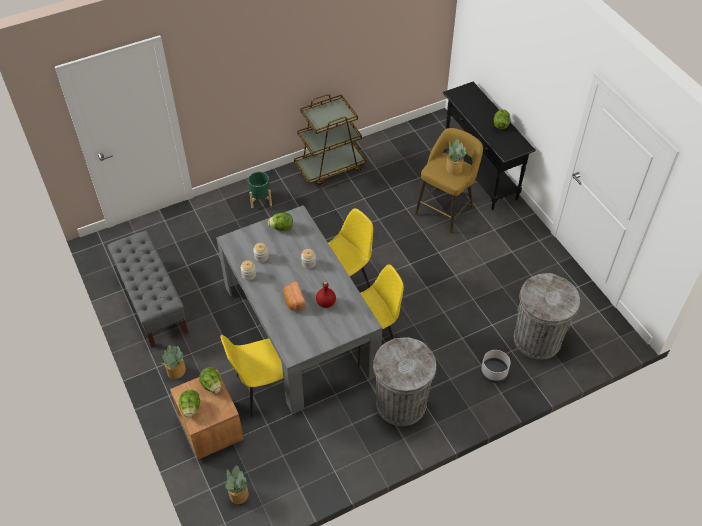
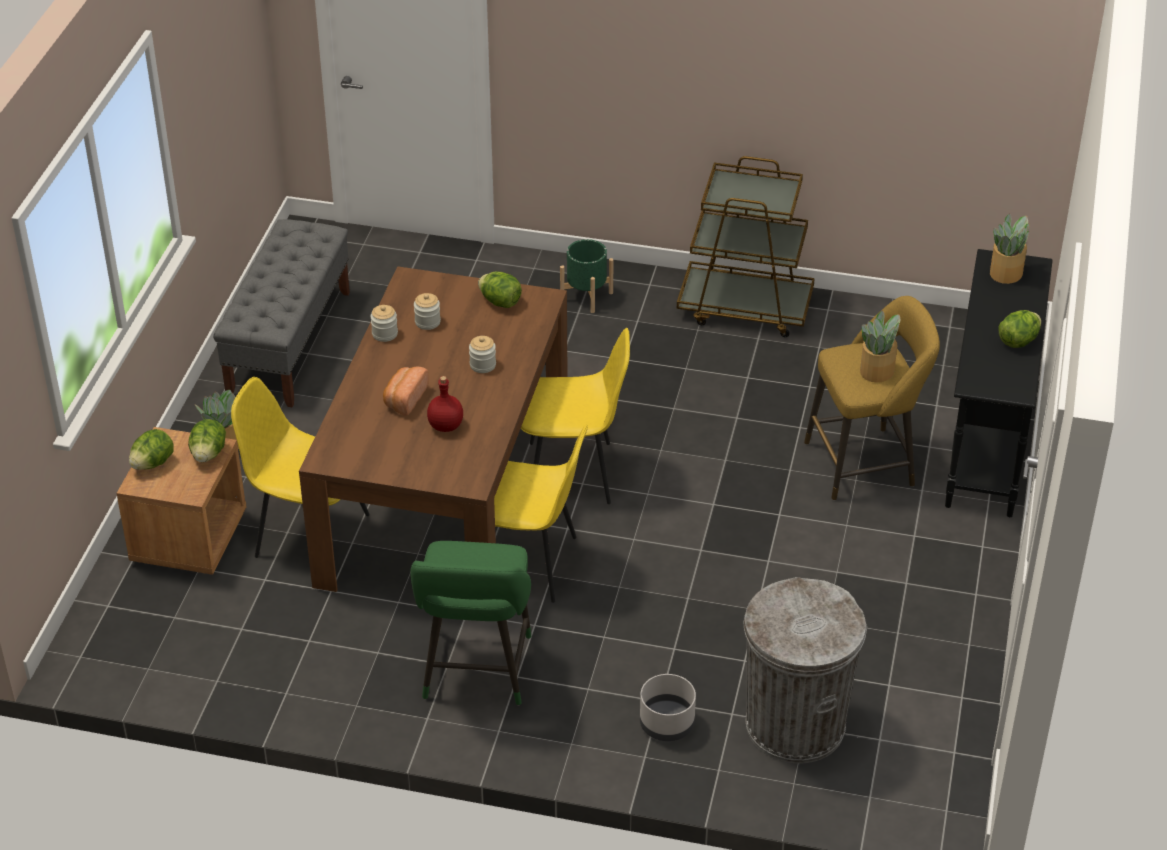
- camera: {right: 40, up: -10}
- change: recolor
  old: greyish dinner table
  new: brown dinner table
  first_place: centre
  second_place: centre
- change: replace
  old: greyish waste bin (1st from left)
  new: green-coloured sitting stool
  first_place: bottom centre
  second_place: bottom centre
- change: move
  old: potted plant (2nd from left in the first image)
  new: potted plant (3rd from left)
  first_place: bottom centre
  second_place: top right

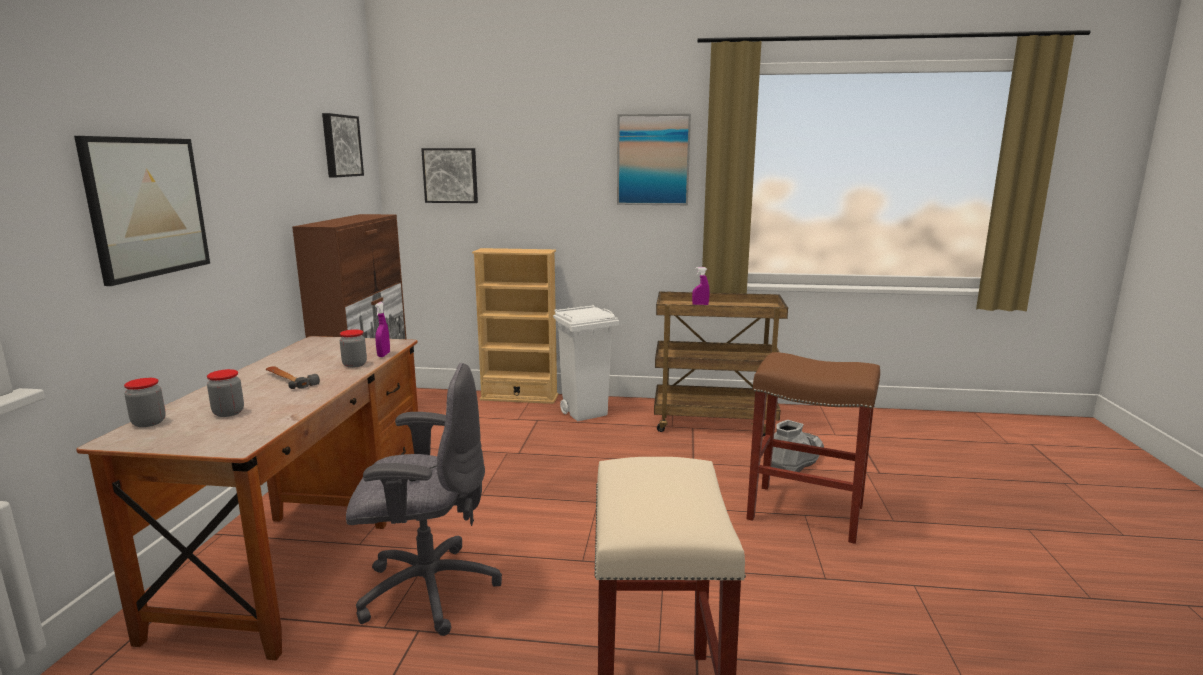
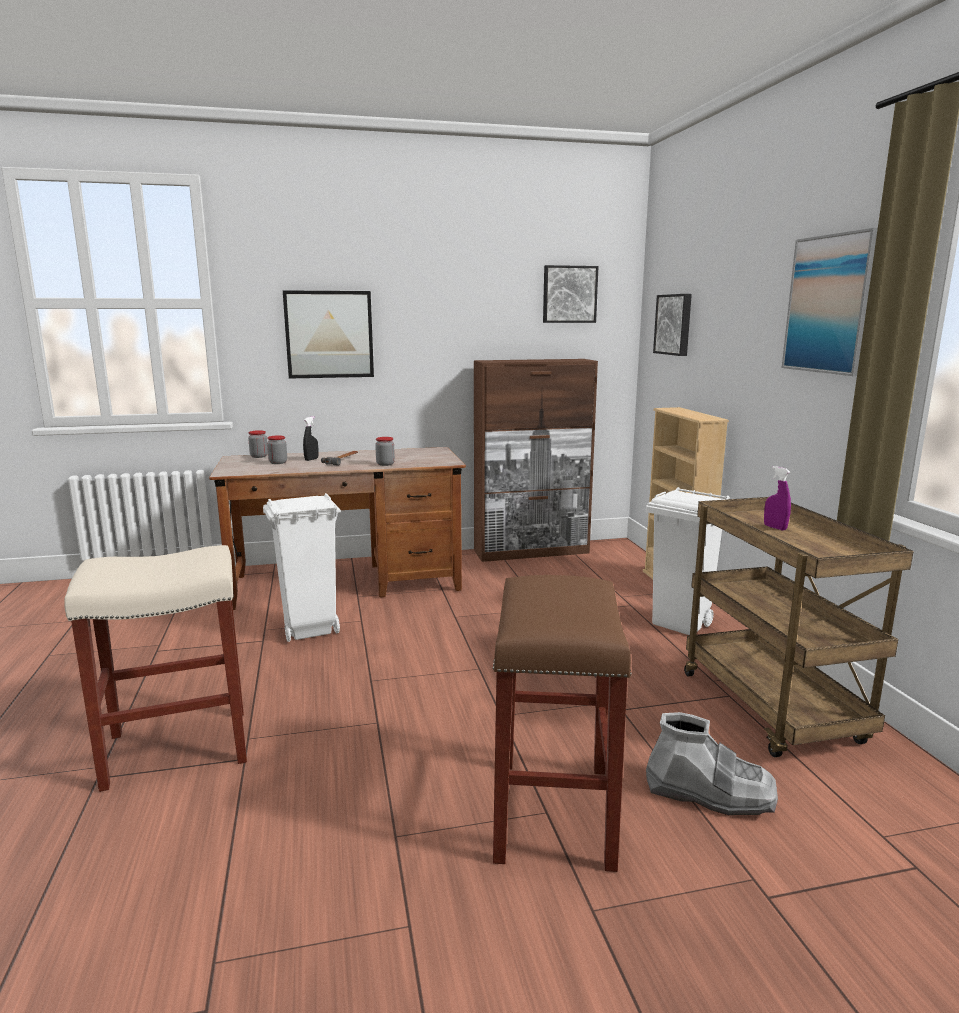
- camera: {right: 70, up: 0}
- change: replace
  old: greyish computer chair
  new: whitish waste bin (1st from left)
  first_place: bottom centre
  second_place: middle left
- change: insert
  new: blackish sprayer
  second_place: middle left
- change: delete
  old: purplish sprayer (1st from left)
  first_place: middle left

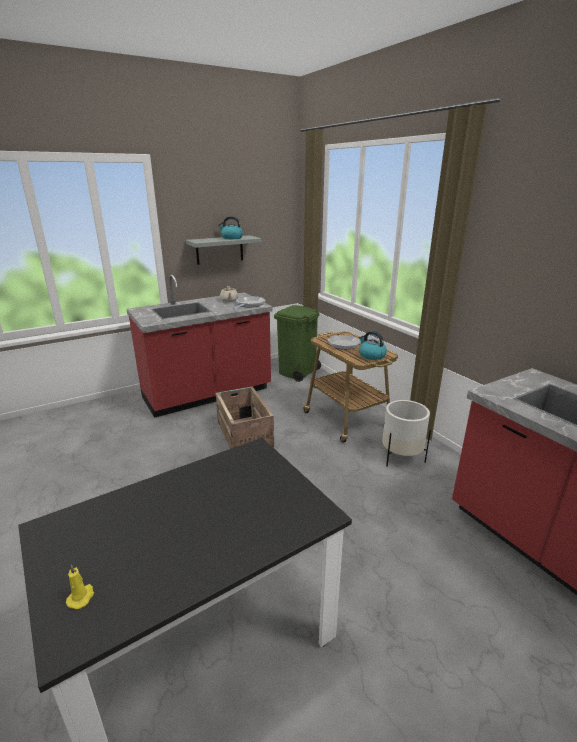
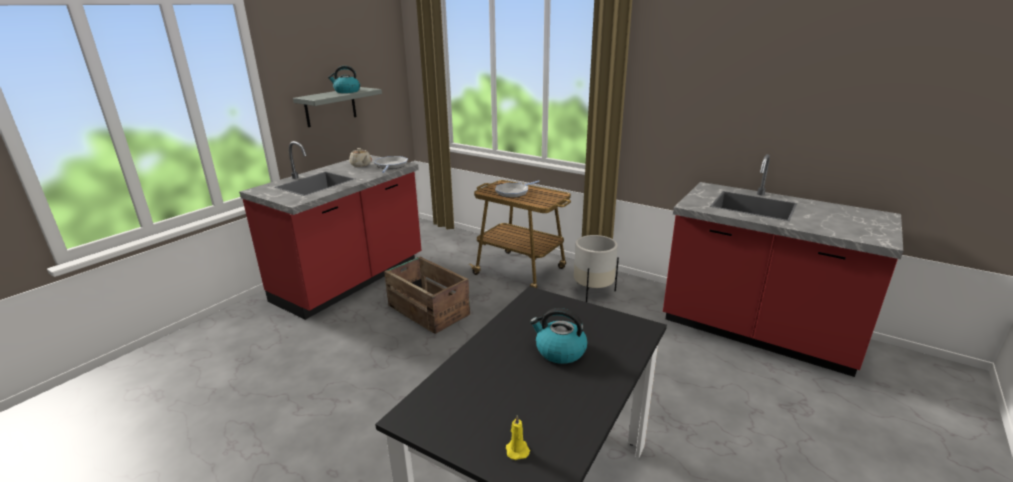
- camera: {right: -25, up: 0}
- change: move
  old: water kettle (2nd from left)
  first_place: centre
  second_place: bottom centre
- change: delete
  old: green-coloured waste bin
  first_place: centre

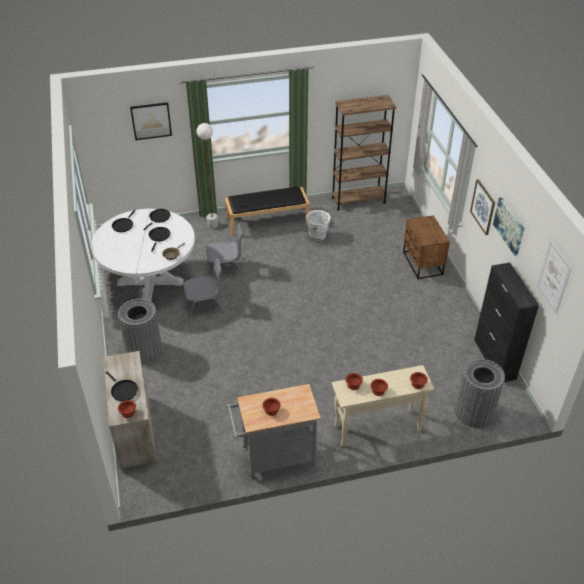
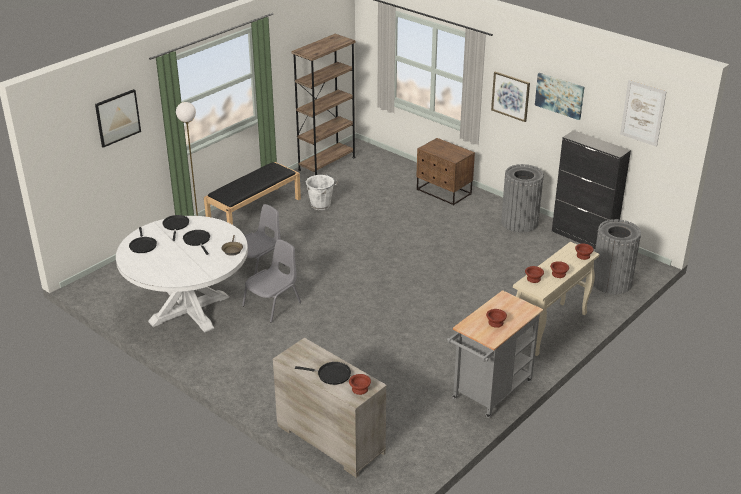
- camera: {right: -35, up: -10}
- change: move
  old: greyish waste bin (1st from left)
  first_place: middle left
  second_place: middle right

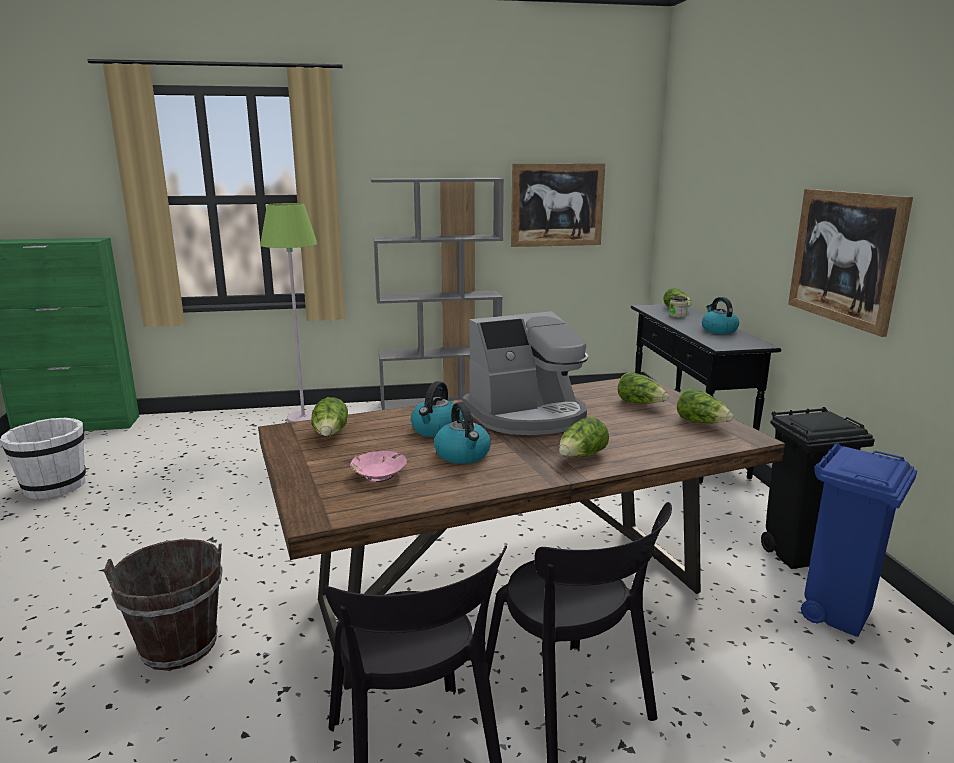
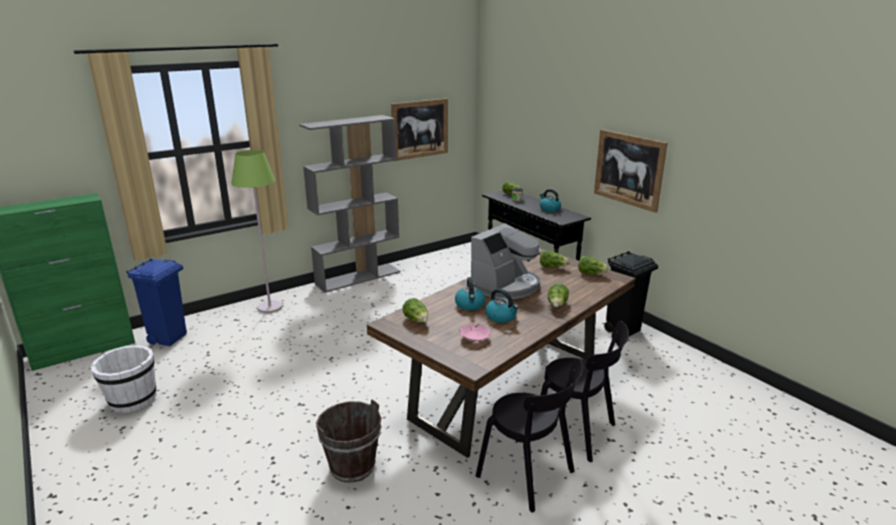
- camera: {right: -25, up: 5}
- change: move
  old: blue-coloured waste bin
  first_place: bottom right
  second_place: middle left

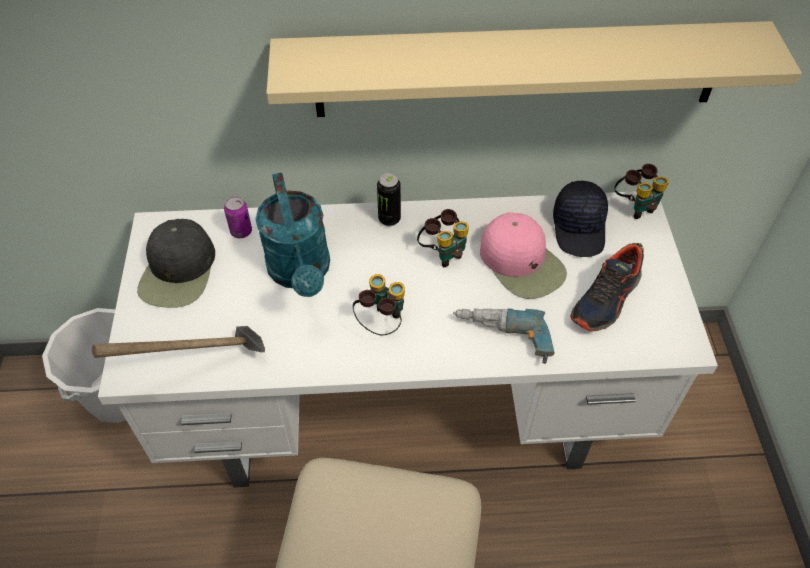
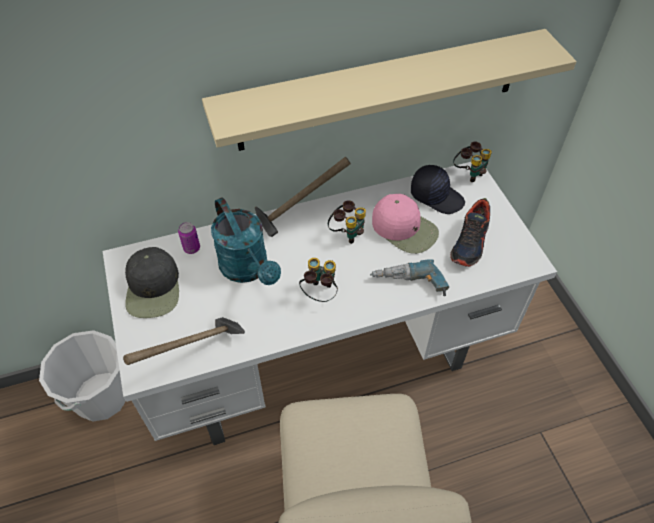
- camera: {right: -15, up: 0}
- change: replace
  old: metal can (2nd from left)
  new: hammer (2nd from left)
  first_place: centre
  second_place: centre
- change: rotate
  old: blackish peaked cap (2nd from left)
  first_place: middle right
  second_place: middle right
  degrees: -45

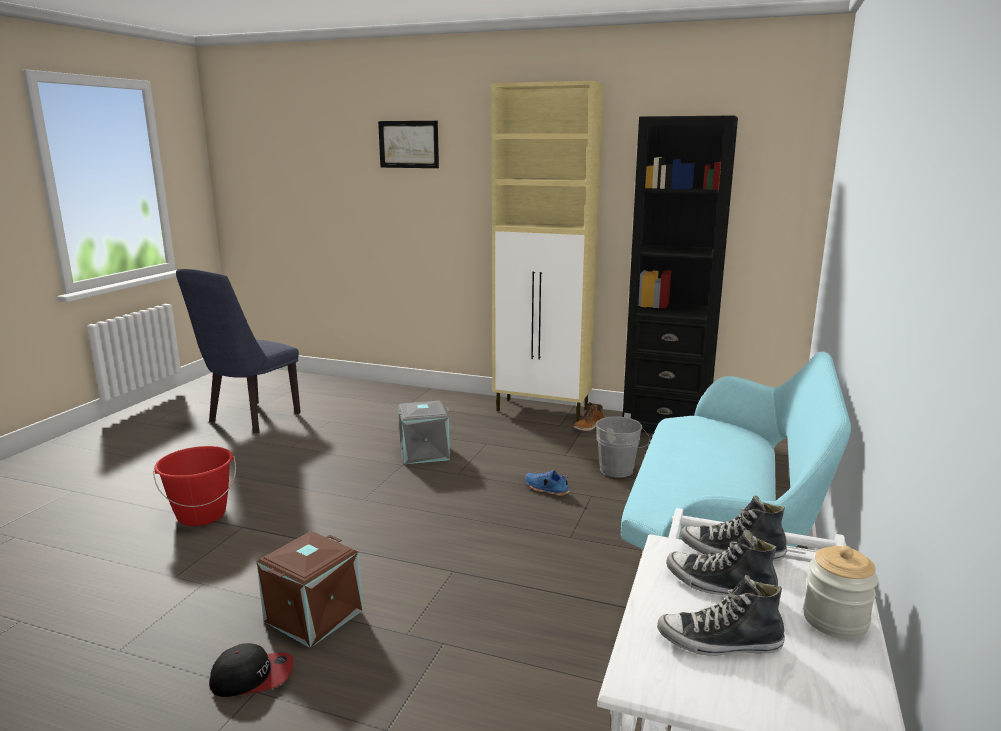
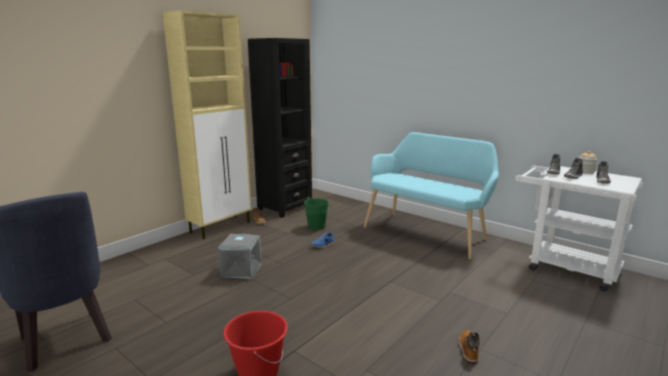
- camera: {right: -70, up: 0}
- change: recolor
  old: greyish pail
  new: green-coloured pail
  first_place: centre
  second_place: centre
- change: replace
  old: peaked cap
  new: tall boot (2nd from left)
  first_place: bottom left
  second_place: bottom right
- change: delete
  old: brown storage bin
  first_place: bottom left
- change: delete
  old: wall picture
  first_place: top centre

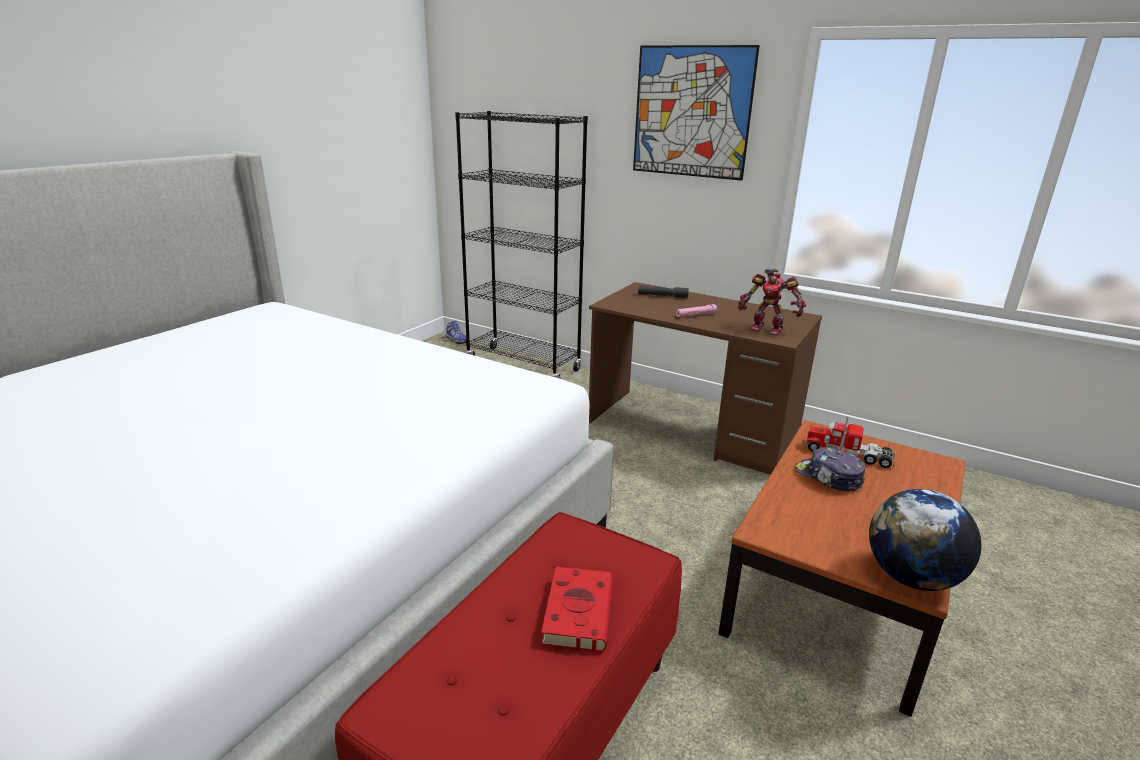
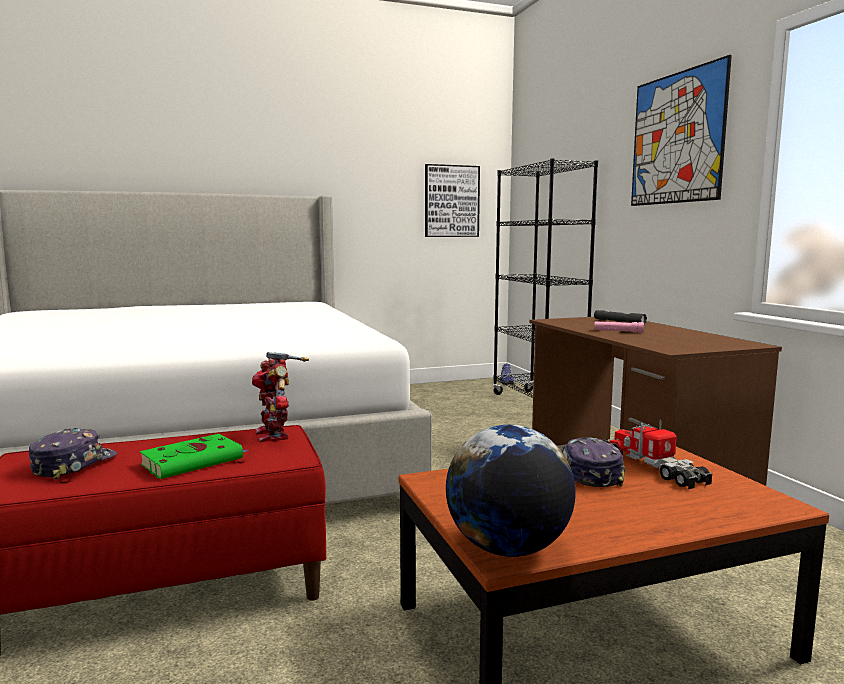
- camera: {right: 40, up: -15}
- change: insert
  new: peaked cap (1st from left)
  second_place: middle left
- change: recolor
  old: red volume
  new: green-coloured volume
  first_place: bottom centre
  second_place: bottom left
- change: move
  old: model robot
  first_place: middle right
  second_place: middle left
- change: insert
  new: wall picture (1st from left)
  second_place: top centre

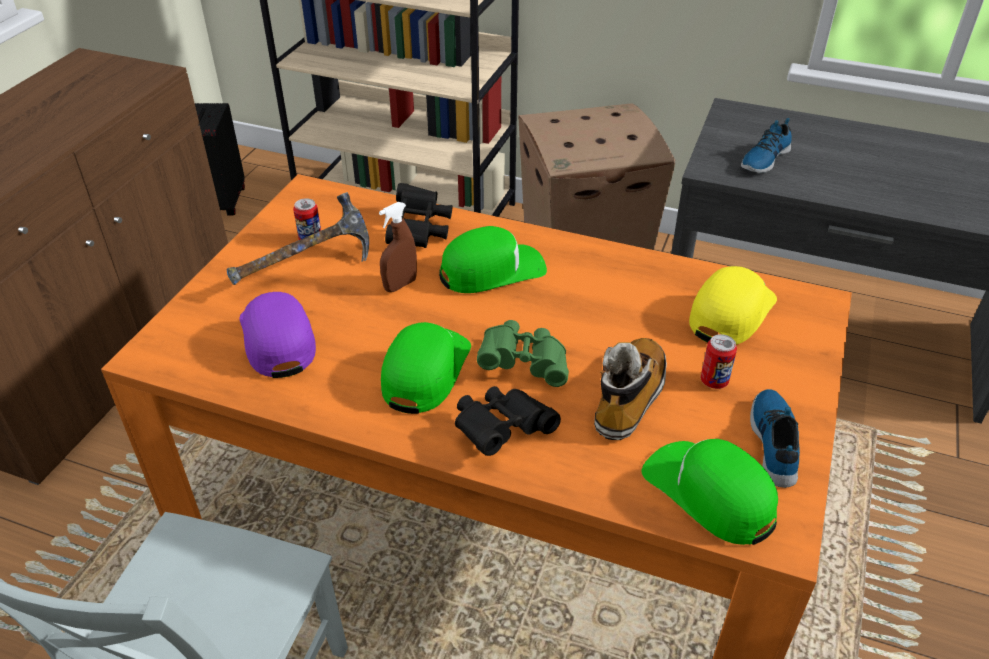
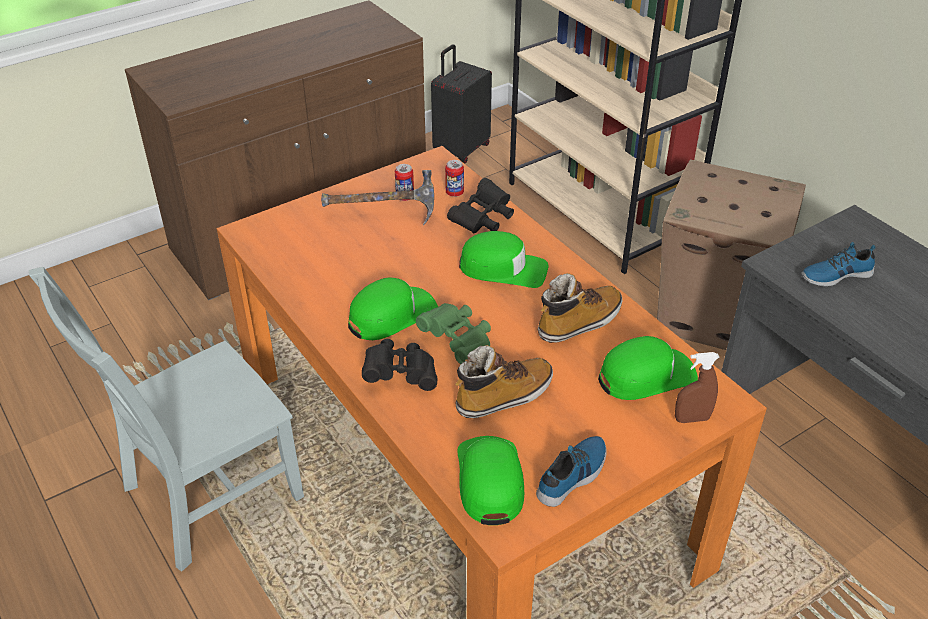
- camera: {right: 35, up: 0}
- change: move
  old: metal can (2nd from left)
  first_place: middle right
  second_place: top centre
- change: insert
  new: tall boot (2nd from left)
  second_place: centre
- change: recolor
  old: yellowish peaked cap
  new: green-coloured peaked cap (4th from left)
  first_place: middle right
  second_place: middle right
- change: move
  old: brown sprayer
  first_place: centre
  second_place: middle right
- change: delete
  old: purplish peaked cap
  first_place: middle left

